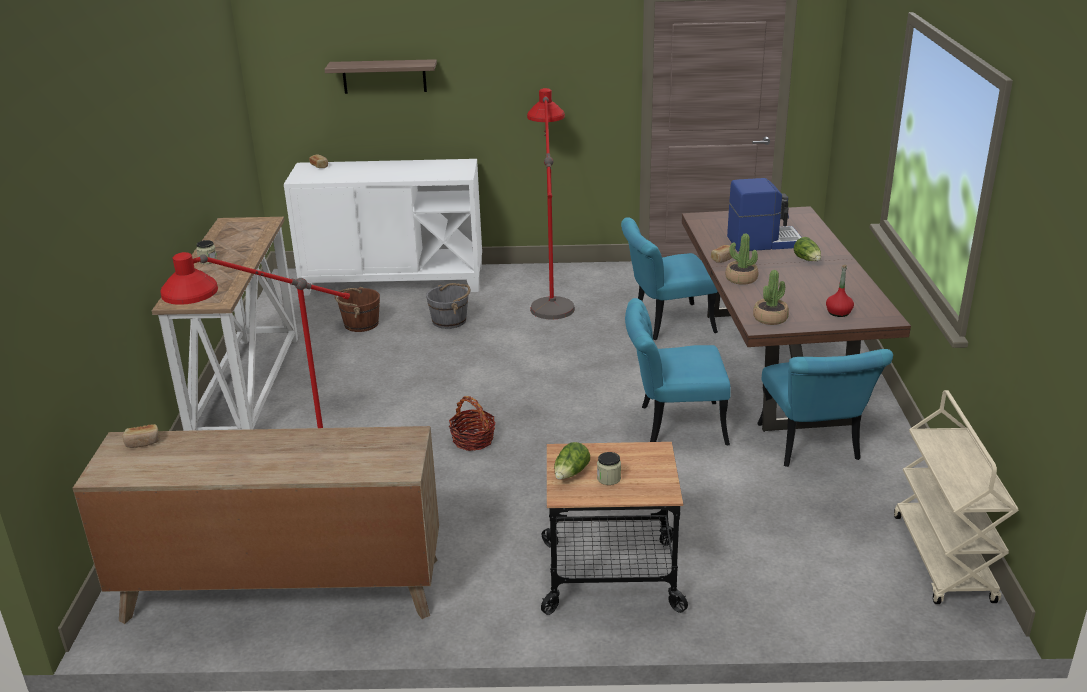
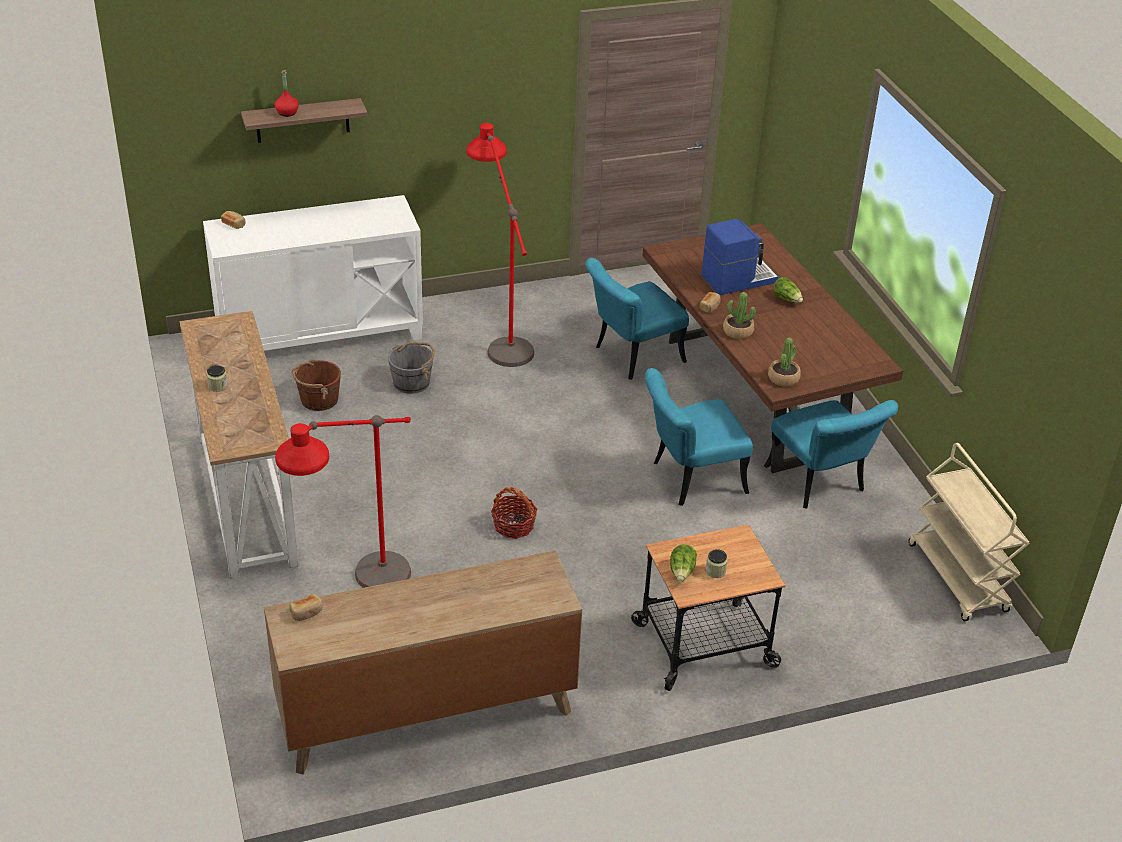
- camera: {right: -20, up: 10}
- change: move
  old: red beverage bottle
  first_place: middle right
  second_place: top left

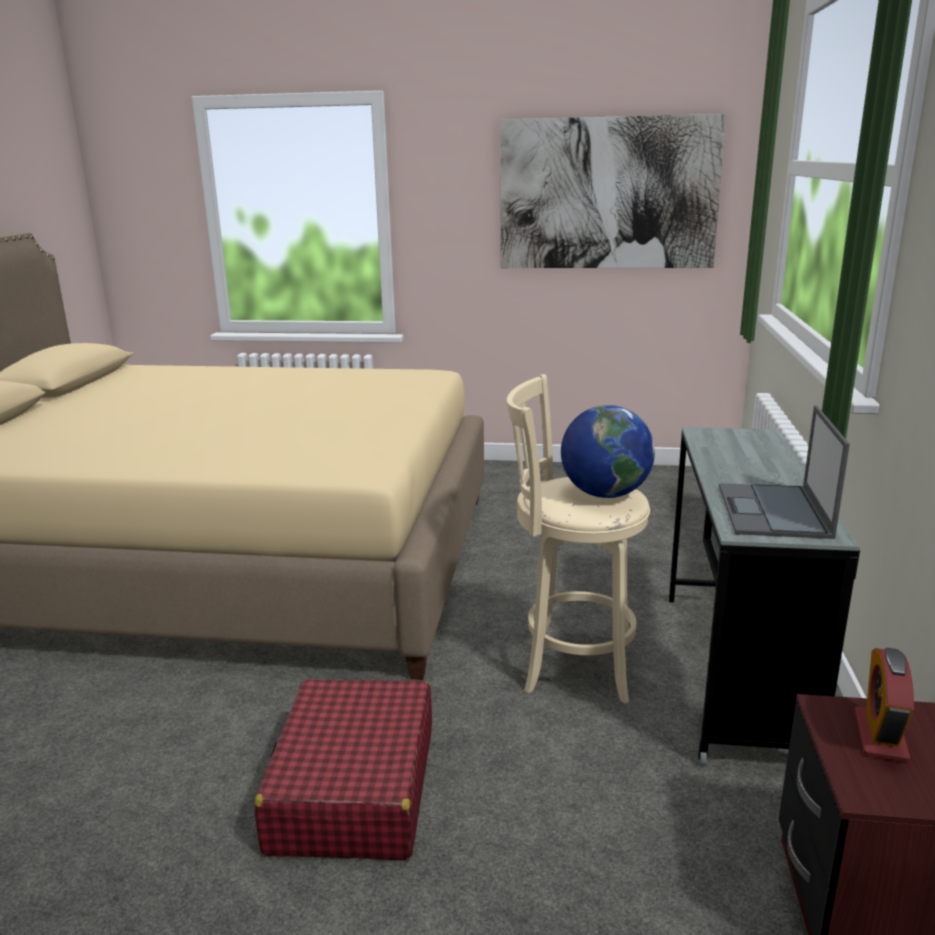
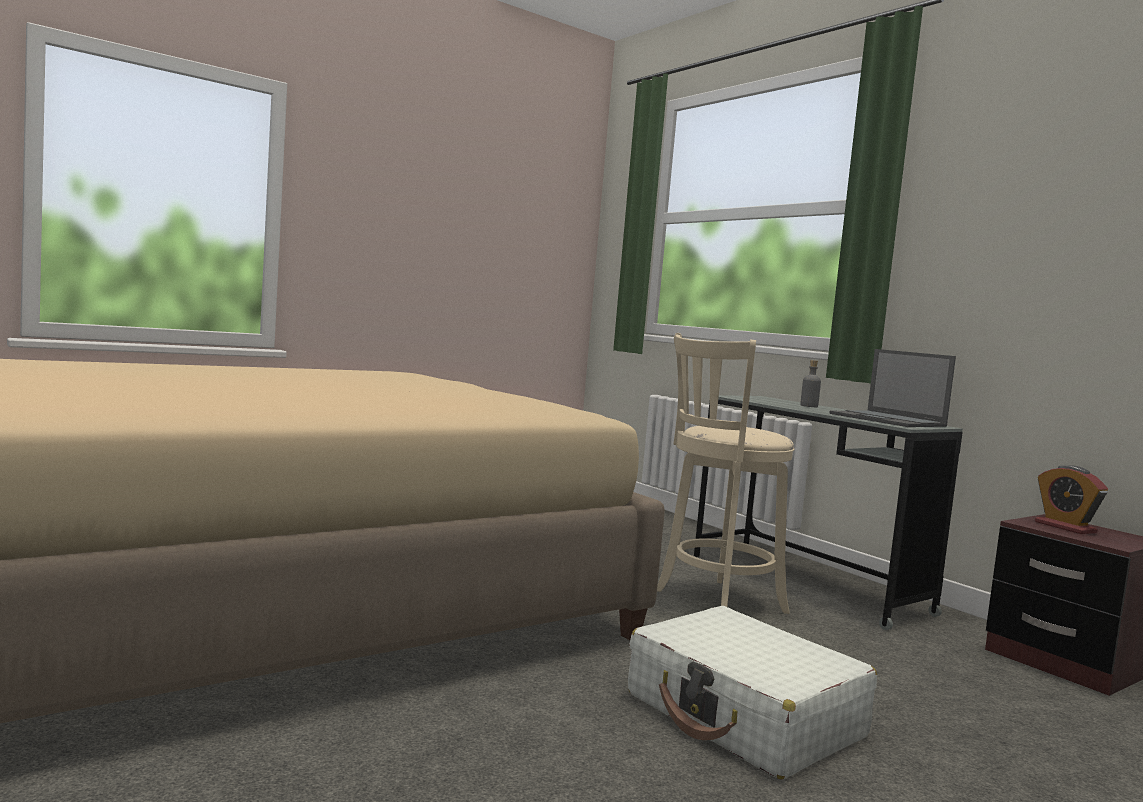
- camera: {right: -45, up: -15}
- change: recolor
  old: red piece of luggage
  new: whitish piece of luggage
  first_place: bottom centre
  second_place: bottom centre
- change: insert
  new: greyish beverage bottle
  second_place: middle right
- change: delete
  old: wall picture
  first_place: top centre
- change: delete
  old: desk globe
  first_place: centre

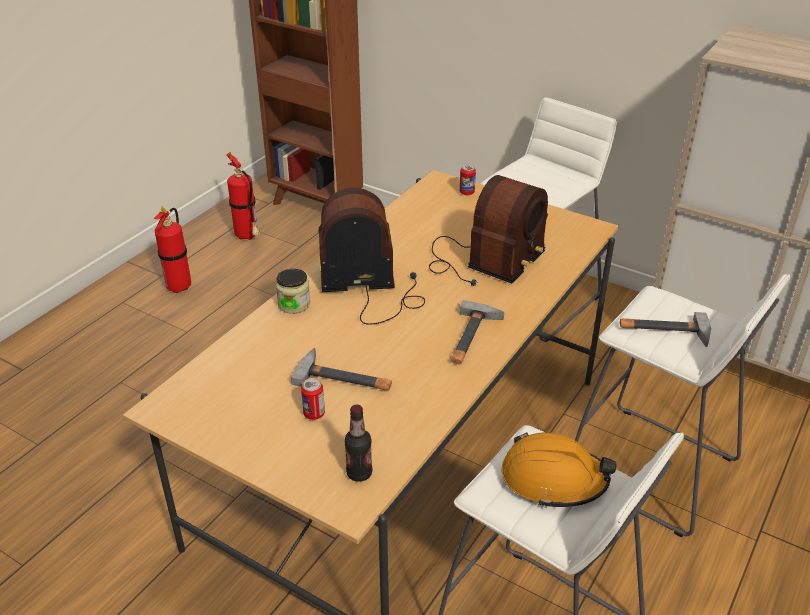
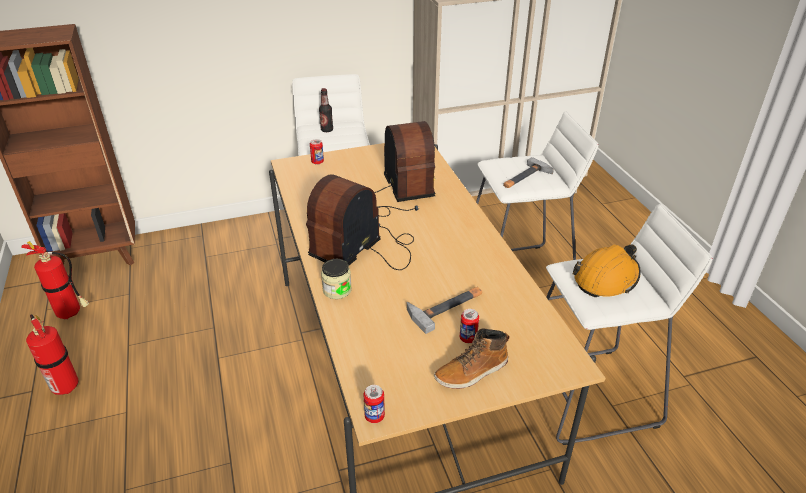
- camera: {right: -50, up: 0}
- change: move
  old: beverage bottle
  first_place: bottom centre
  second_place: top centre
- change: insert
  new: metal can (2nd from left)
  second_place: bottom centre
- change: insert
  new: tall boot
  second_place: bottom centre
- change: delete
  old: hammer (2nd from left)
  first_place: centre

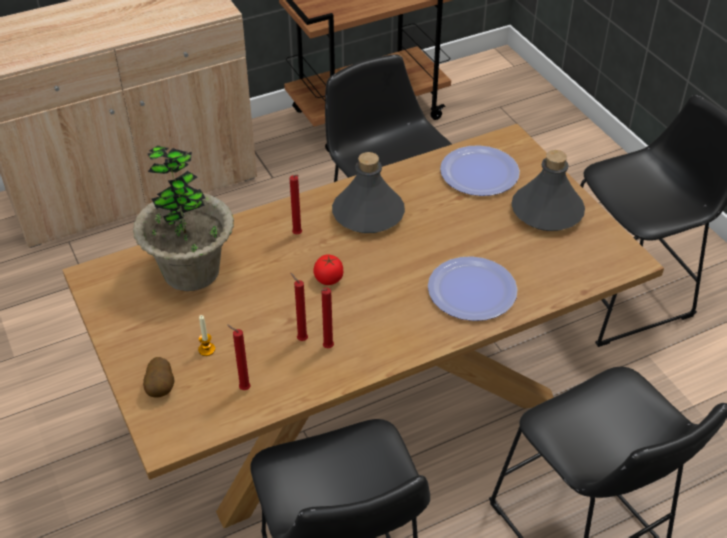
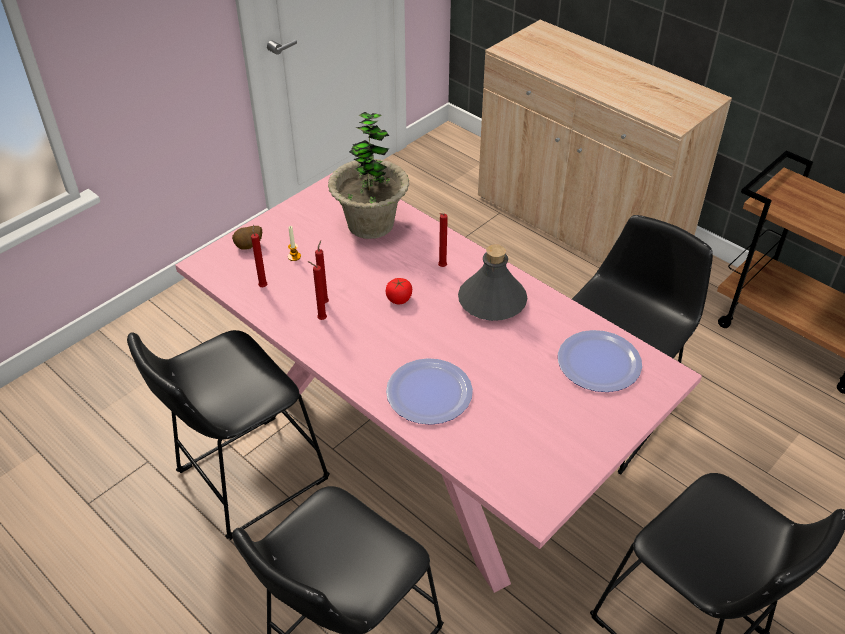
- camera: {right: 70, up: 0}
- change: recolor
  old: brown dinner table
  new: pink-coloured dinner table
  first_place: centre
  second_place: centre
- change: delete
  old: greyish beverage bottle (2nd from left)
  first_place: middle right

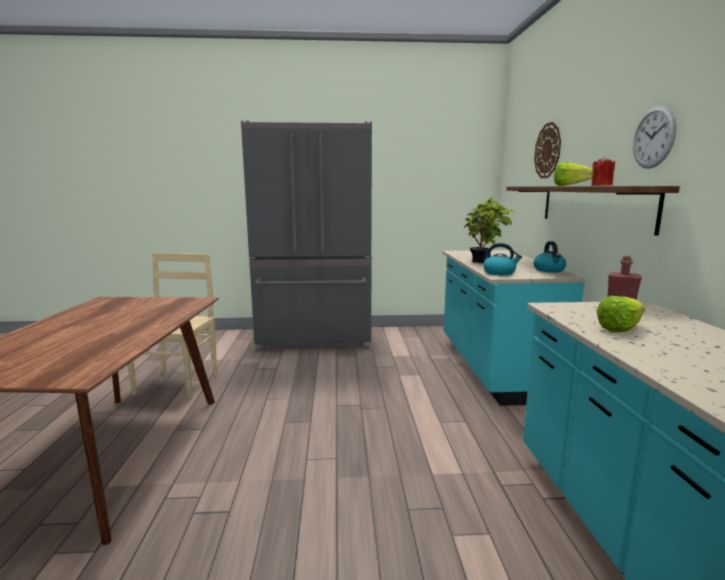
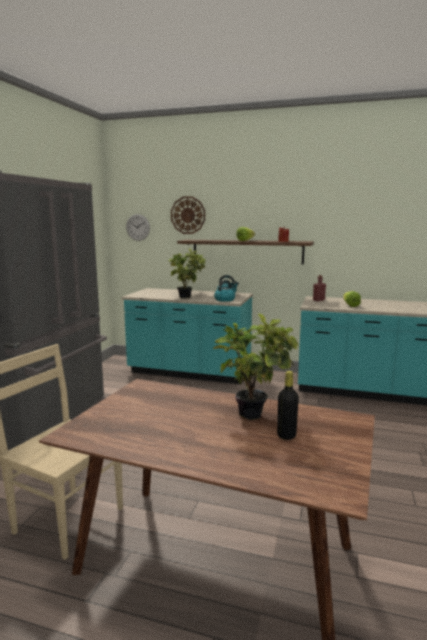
- camera: {right: -70, up: 0}
- change: move
  old: clock on the wall (2nd from left in the first image)
  new: clock on the wall (1st from left)
  first_place: top right
  second_place: middle left
- change: insert
  new: potted plant (2nd from left)
  second_place: centre
- change: insert
  new: blackish beverage bottle
  second_place: middle right

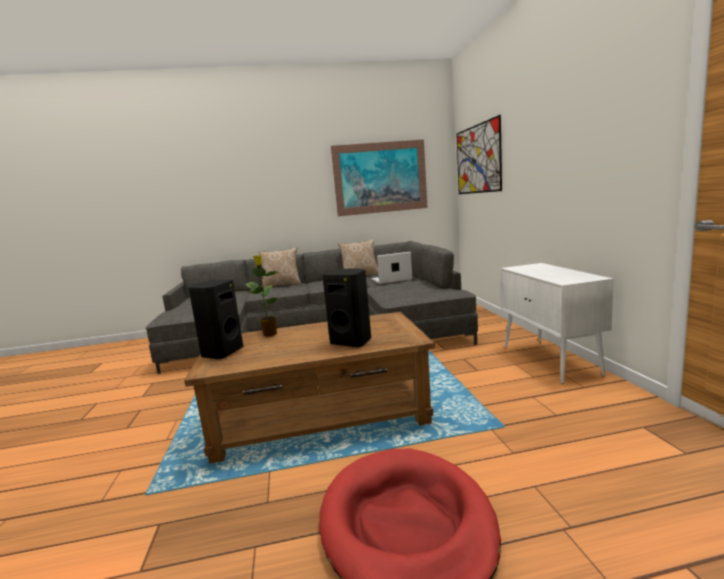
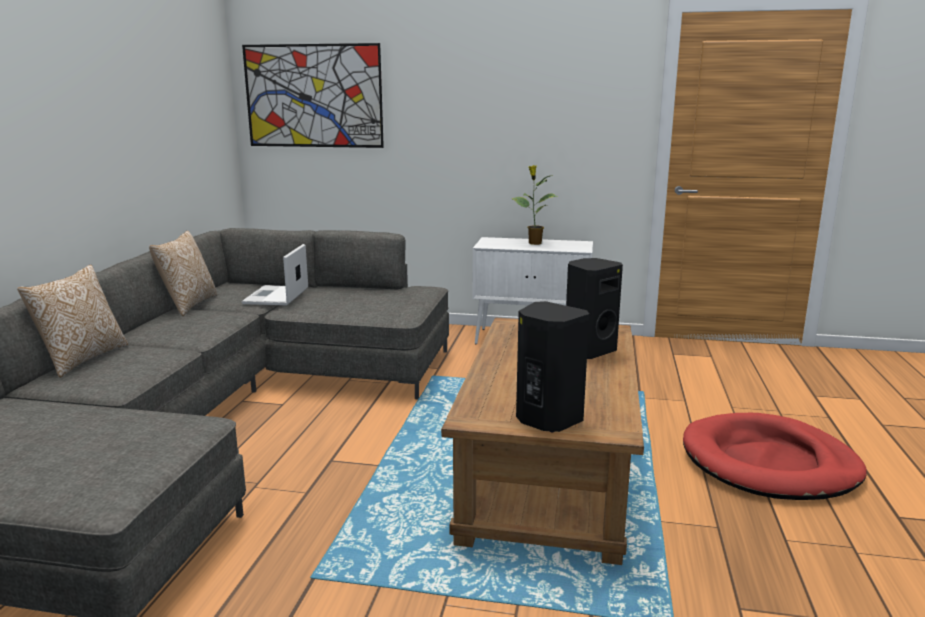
- camera: {right: -70, up: 5}
- change: move
  old: potted plant
  first_place: centre
  second_place: top centre
- change: delete
  old: wall picture (1st from left)
  first_place: top centre

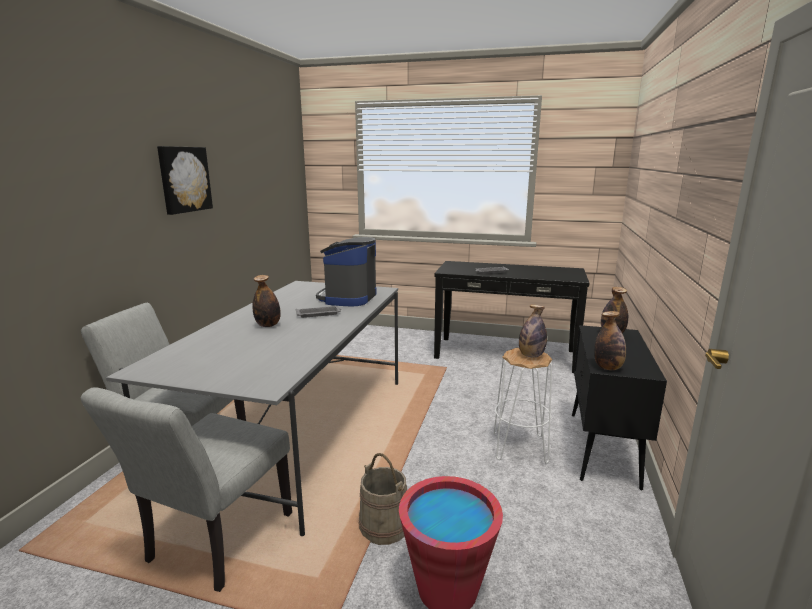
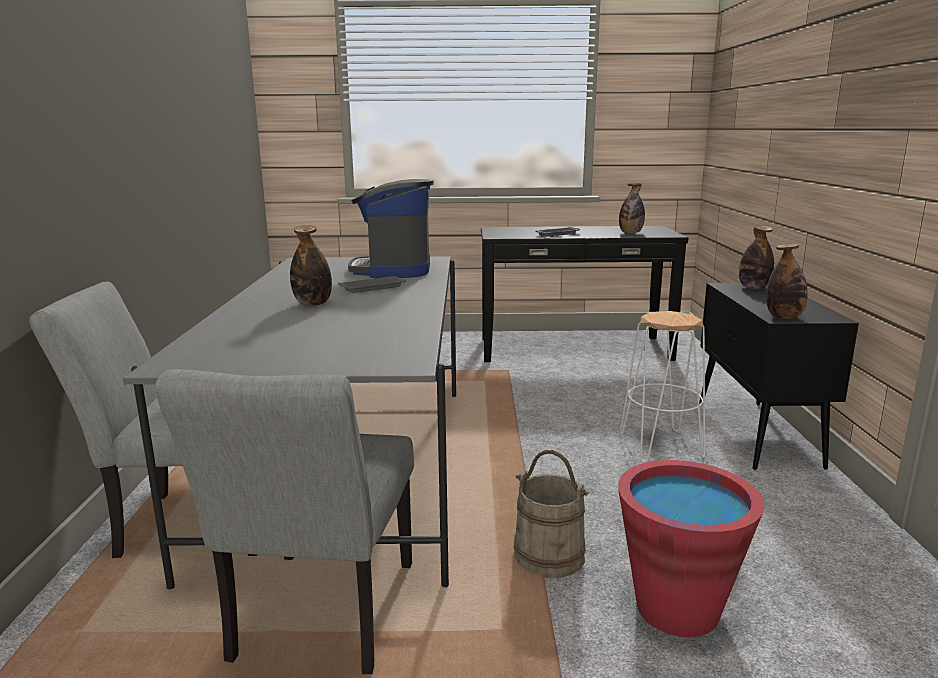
- camera: {right: -15, up: 0}
- change: move
  old: beverage bottle (2nd from left)
  first_place: centre
  second_place: top right
- change: delete
  old: wall picture
  first_place: top left

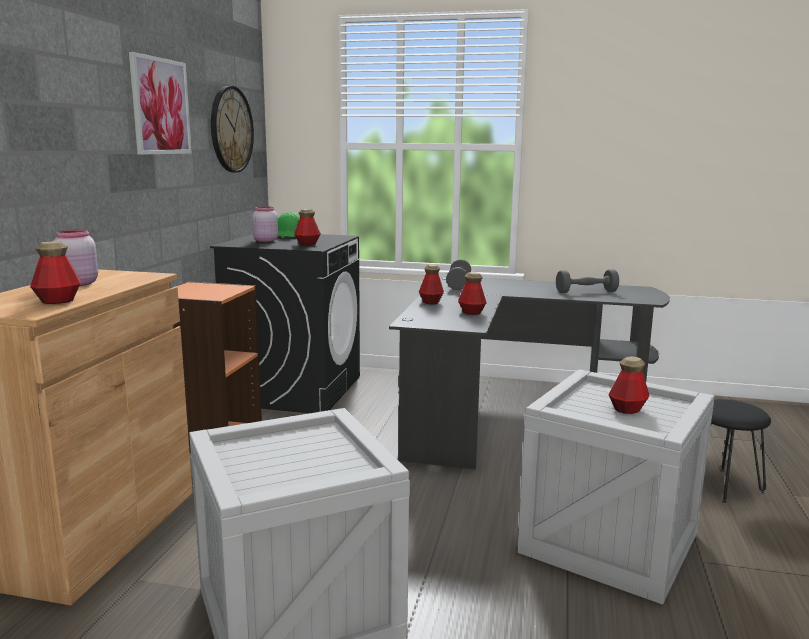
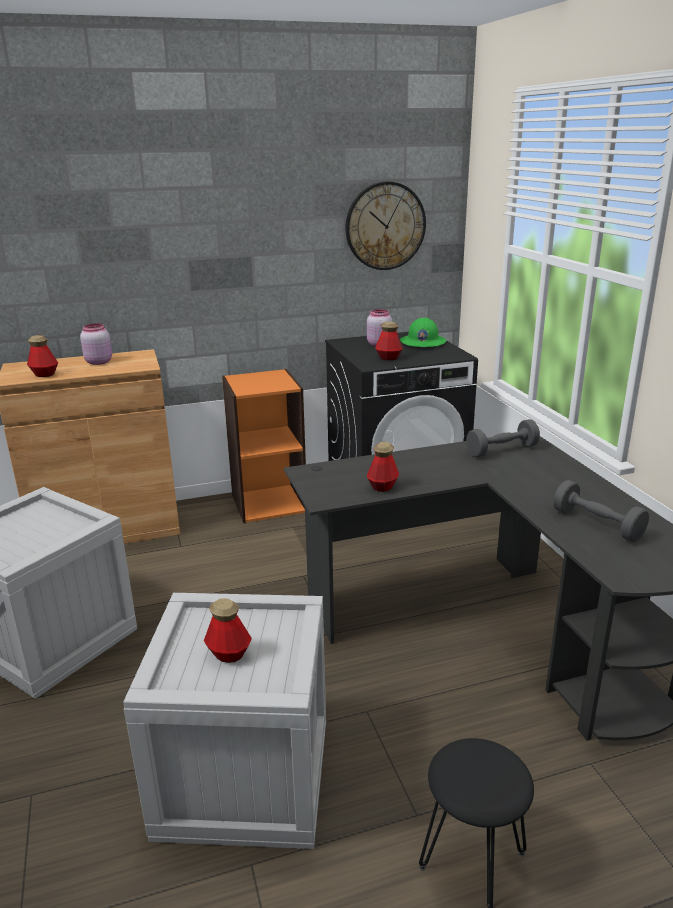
- camera: {right: 60, up: 10}
- change: delete
  old: wall picture
  first_place: top left
- change: delete
  old: beverage bottle (3rd from left)
  first_place: centre

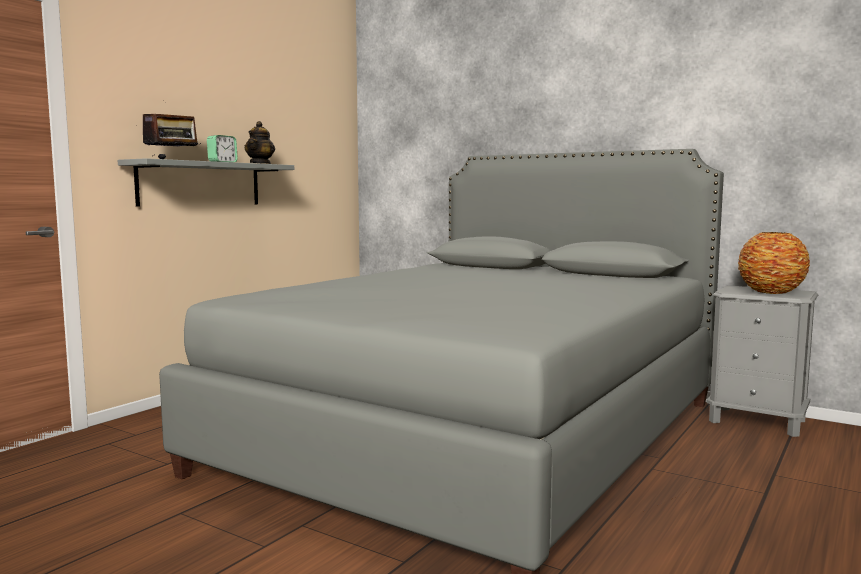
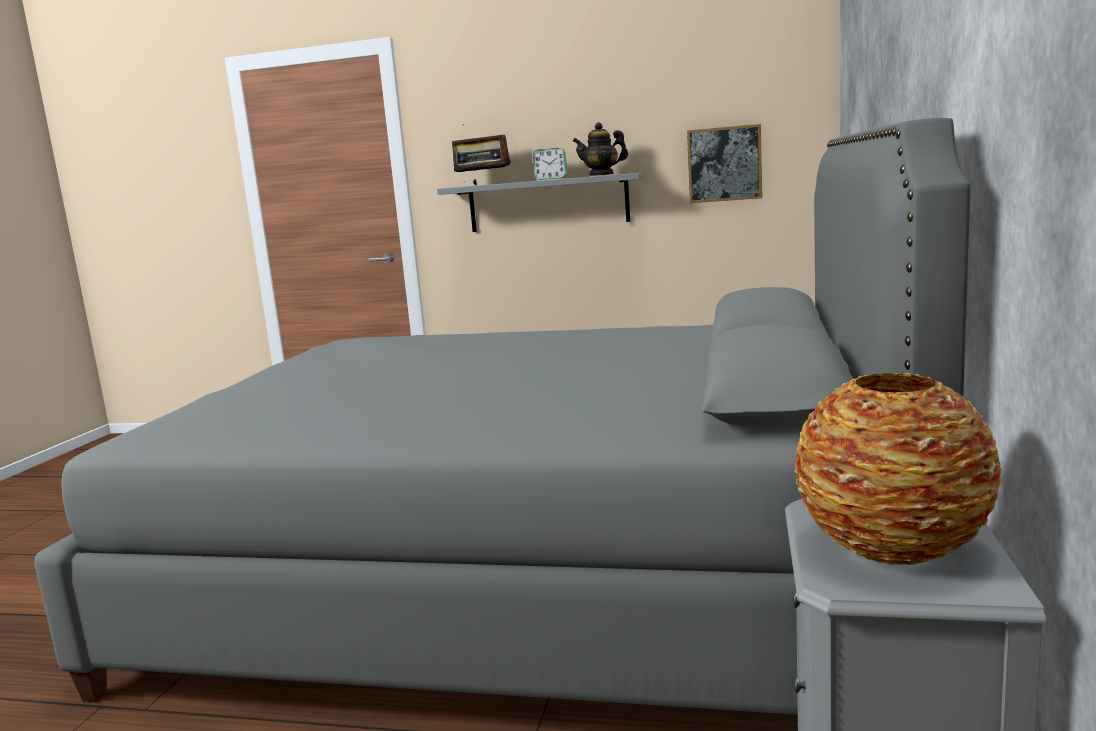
- camera: {right: 70, up: 5}
- change: insert
  new: wall picture
  second_place: top centre

